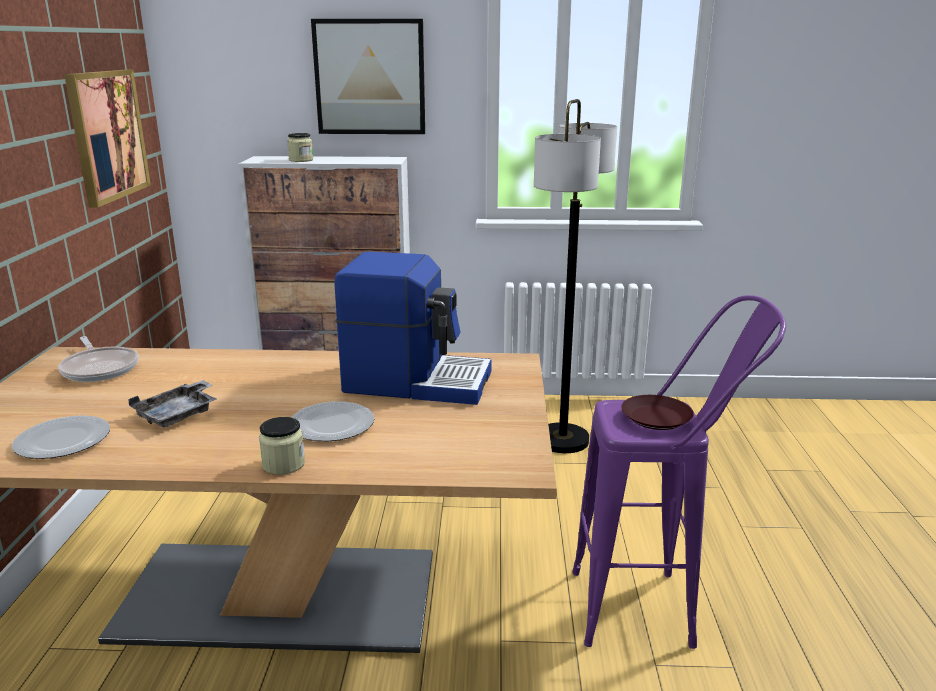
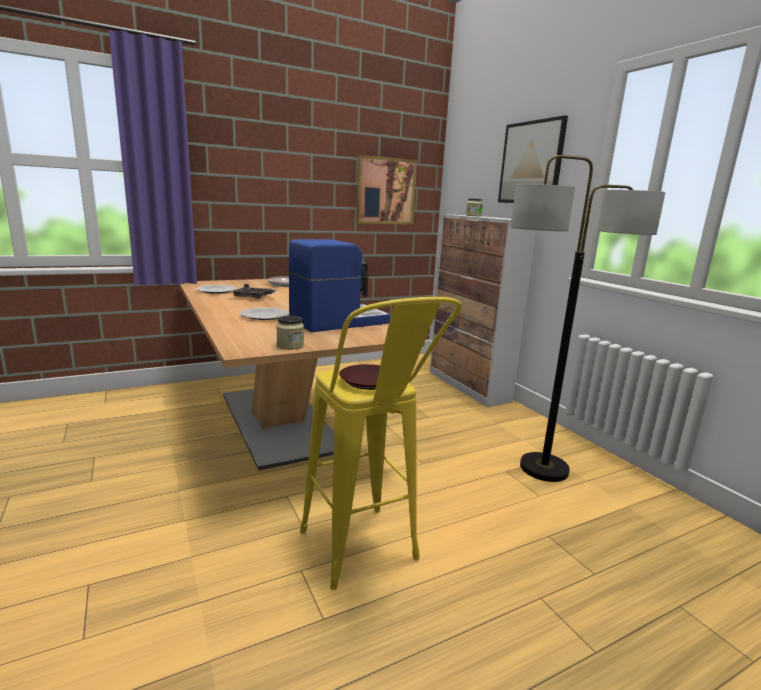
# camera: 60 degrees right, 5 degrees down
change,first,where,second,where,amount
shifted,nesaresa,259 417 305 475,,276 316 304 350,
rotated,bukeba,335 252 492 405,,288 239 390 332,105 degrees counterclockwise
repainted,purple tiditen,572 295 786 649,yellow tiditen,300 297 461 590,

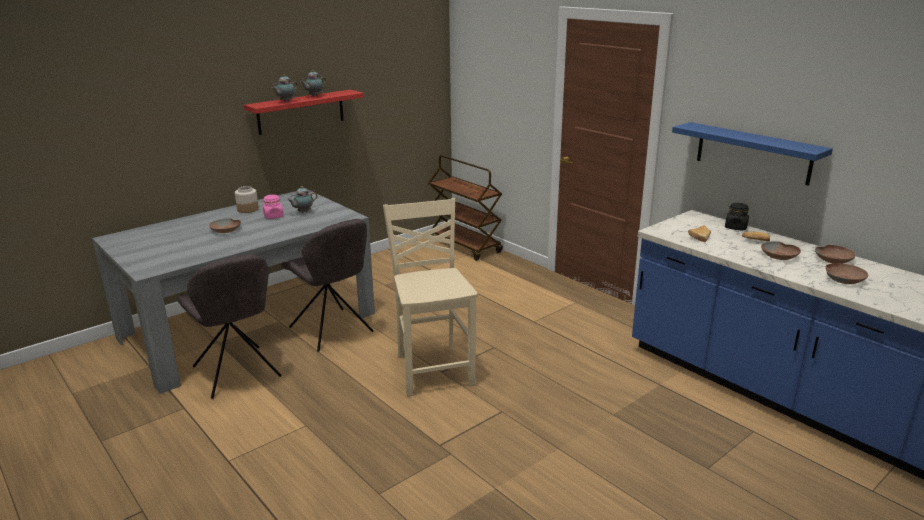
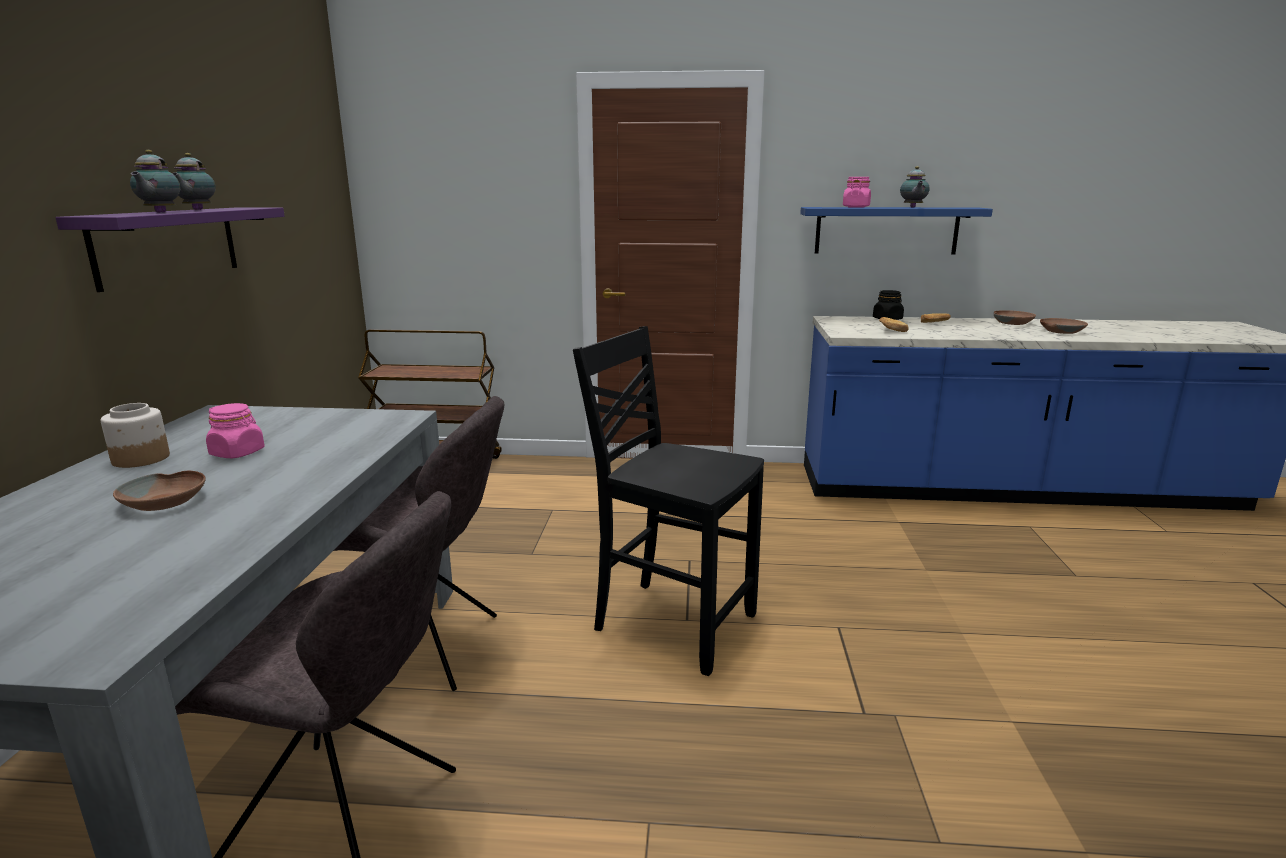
# camera: 45 degrees left, 5 degrees down
change,first,where,second,where,amount
repainted,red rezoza,244 90 364 135,purple rezoza,55 207 285 292,
repainted,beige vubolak,383 198 478 397,black vubolak,573 326 764 676,
new,,,pink nesaresa,843 177 871 208,
shifted,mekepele,287 186 317 213,,900 166 930 208,
gone,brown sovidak,761 241 801 260,,,

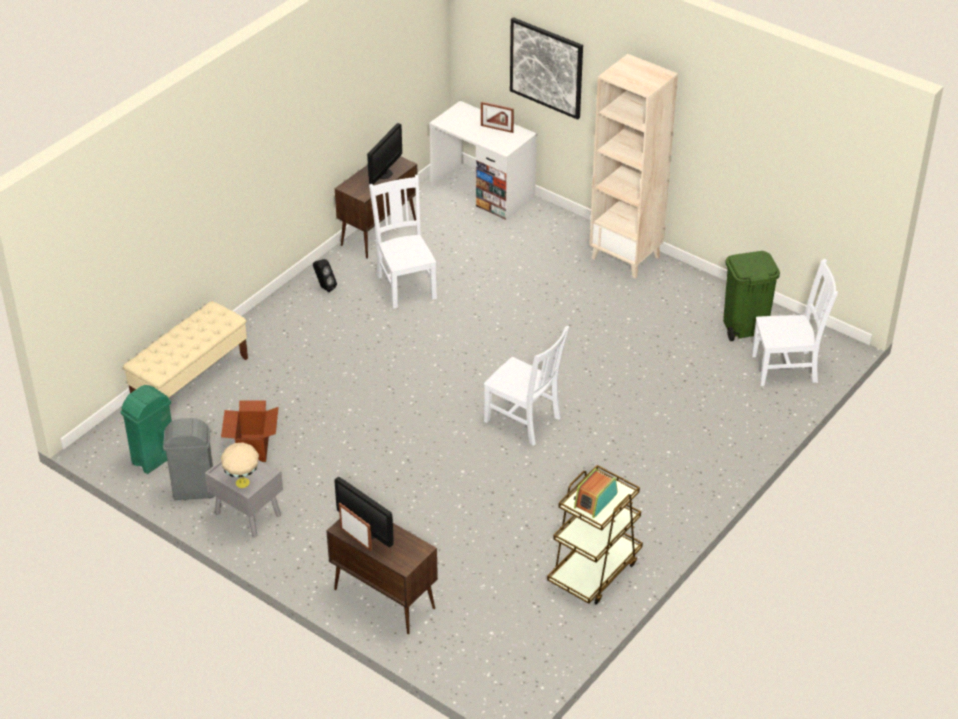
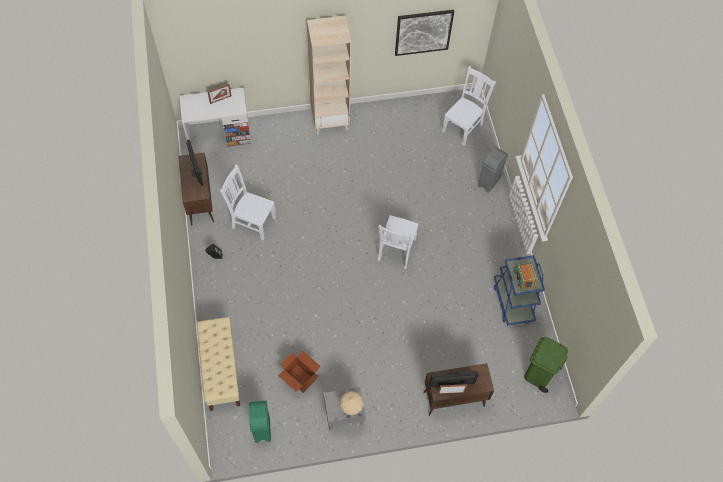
# camera: 50 degrees left, 20 degrees up
change,first,where,second,where,amount
rotated,white vubolak,484 326 570 446,,378 215 418 269,120 degrees clockwise
shifted,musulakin,510 17 583 120,,395 10 454 56,
shifted,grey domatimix,163 418 214 500,,478 147 508 193,
repainted,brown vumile,547 465 643 605,blue vumile,494 255 545 326,
shifted,green domatimix,723 251 780 341,,524 337 568 393,

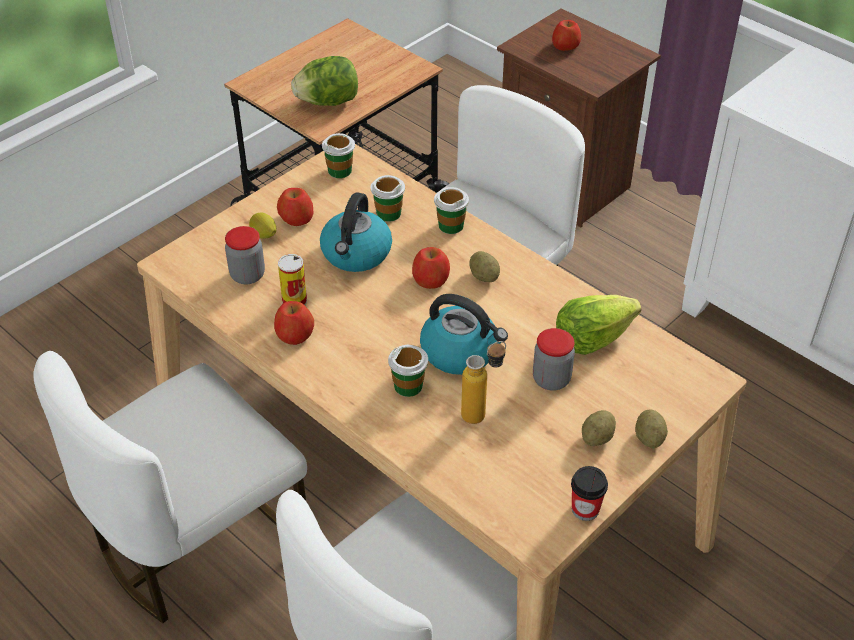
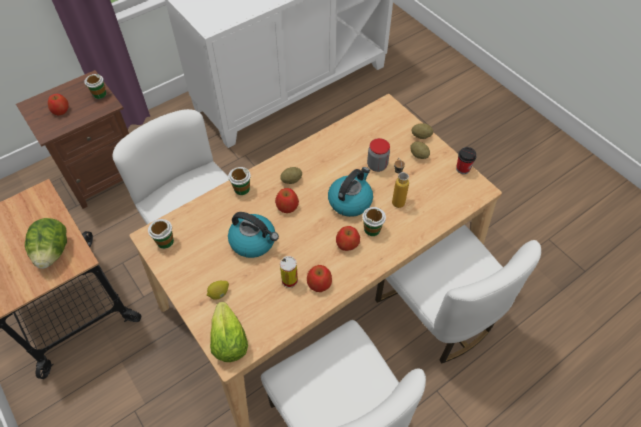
# camera: 80 degrees left, 10 degrees up
change,first,where,second,where,amount
shifted,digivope,371 175 405 222,,84 74 106 99,
shifted,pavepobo,556 295 641 355,,210 302 248 362,
shifted,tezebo,277 188 313 226,,336 226 360 251,
gone,nesaresa,225 226 265 284,,,

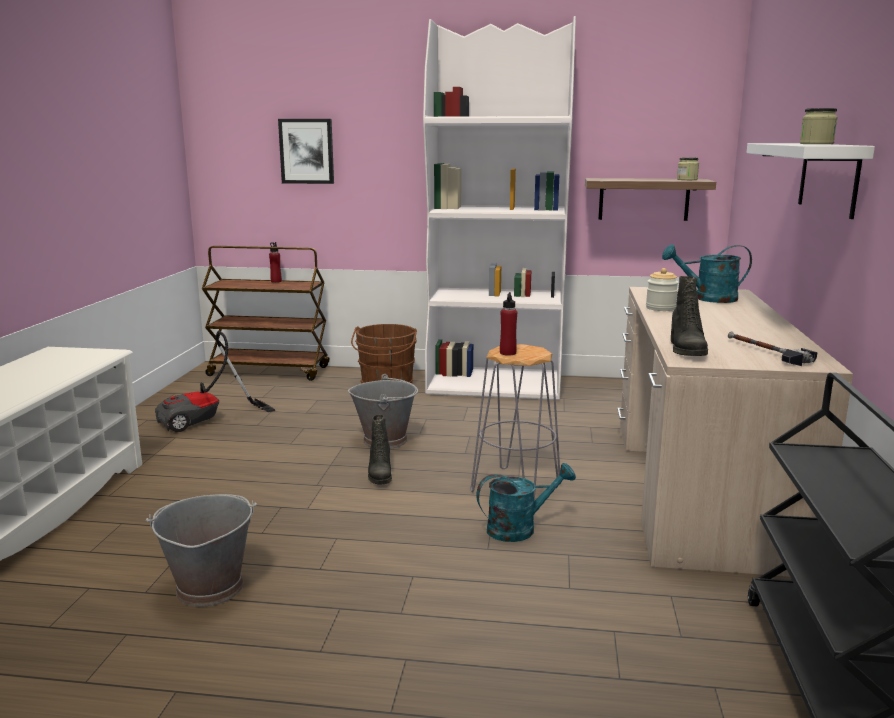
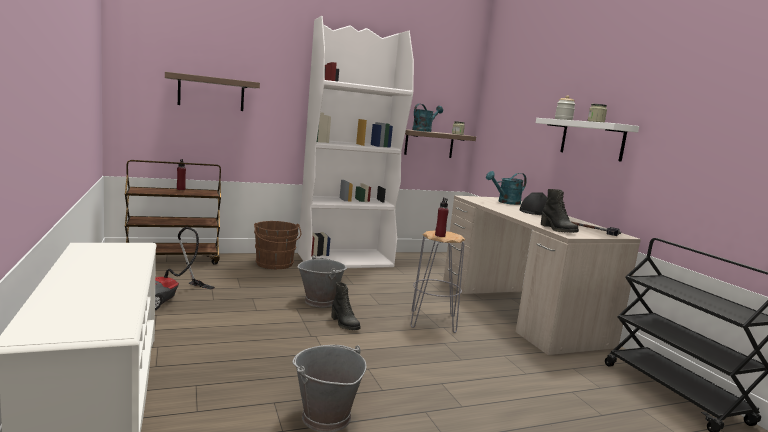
# camera: 30 degrees left, 5 degrees down
change,first,where,second,where,amount
swapped,musulakin,278 119 334 184,rezoza,165 72 260 111,
shifted,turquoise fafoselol,476 463 576 542,,412 104 443 132,
new,,,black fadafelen,519 192 547 215,
shifted,nesaresa,646 268 679 311,,555 95 576 120,

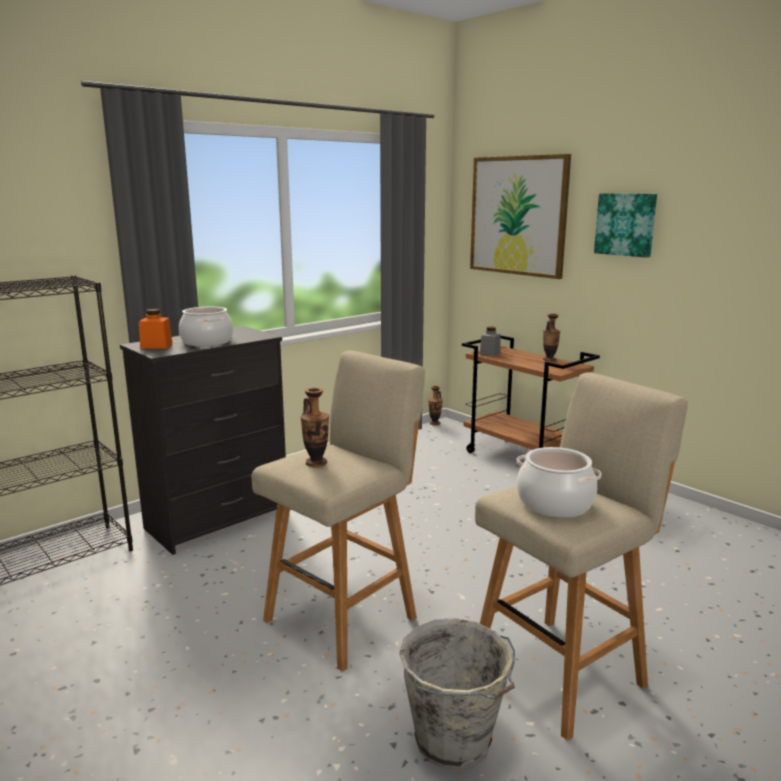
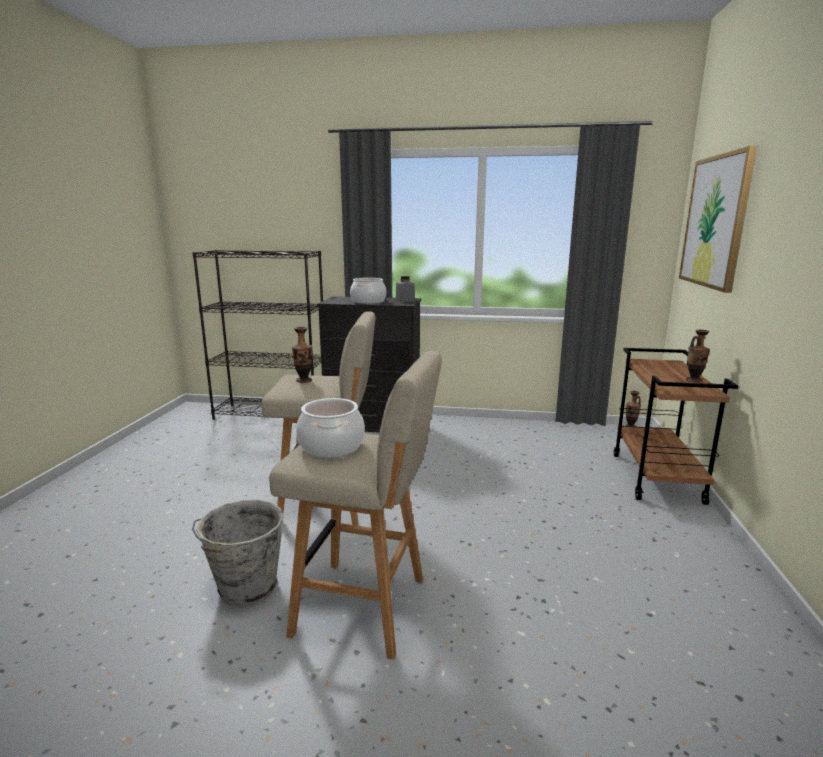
# camera: 50 degrees right, 0 degrees up
change,first,where,second,where,amount
shifted,grey nesaresa,480 327 500 356,,396 276 415 302,
gone,orange nesaresa,139 309 173 349,,,
gone,musulakin,594 193 657 258,,,

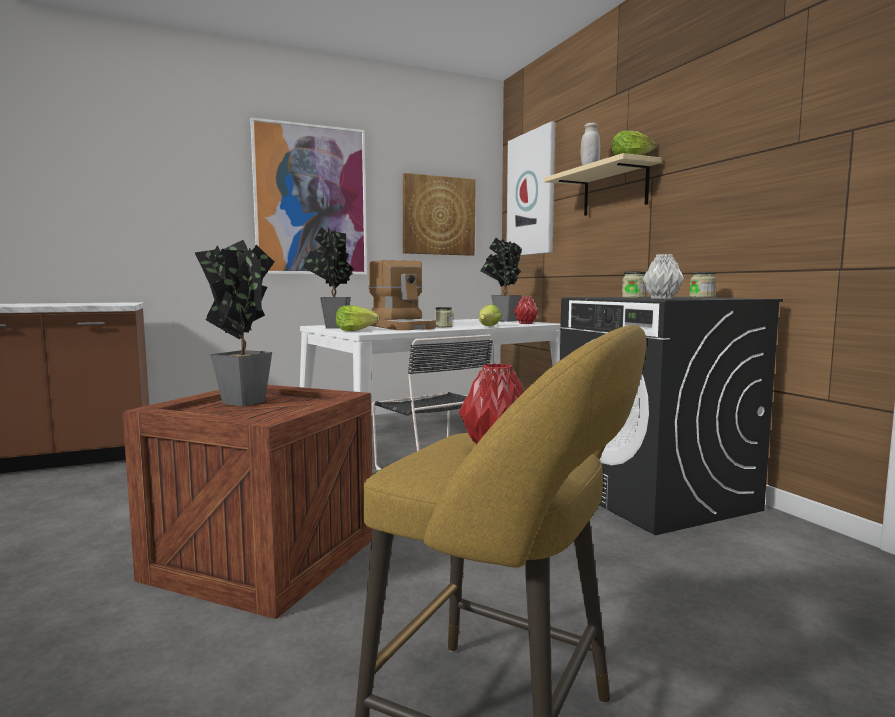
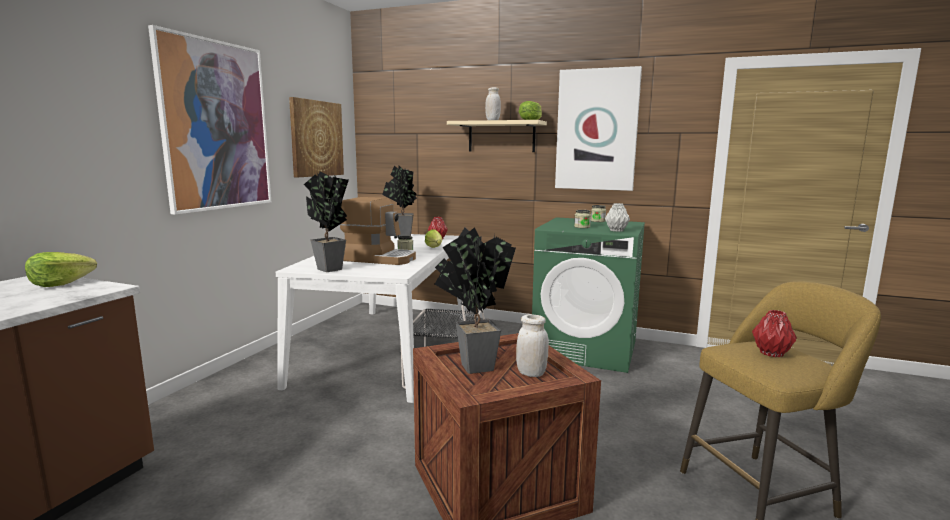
# camera: 45 degrees left, 5 degrees up
change,first,where,second,where,amount
shifted,pavepobo,336 305 379 331,,25 252 97 287,
new,,,white nesaresa,516 314 549 377,
repainted,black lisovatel,560 297 783 535,green lisovatel,532 217 645 373,
shifted,musulakin,507 122 555 256,,555 66 642 191,

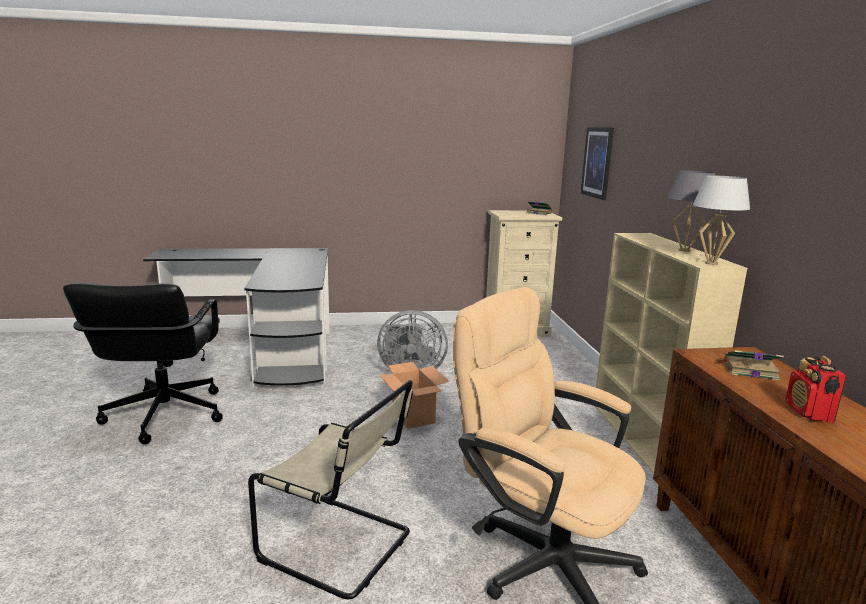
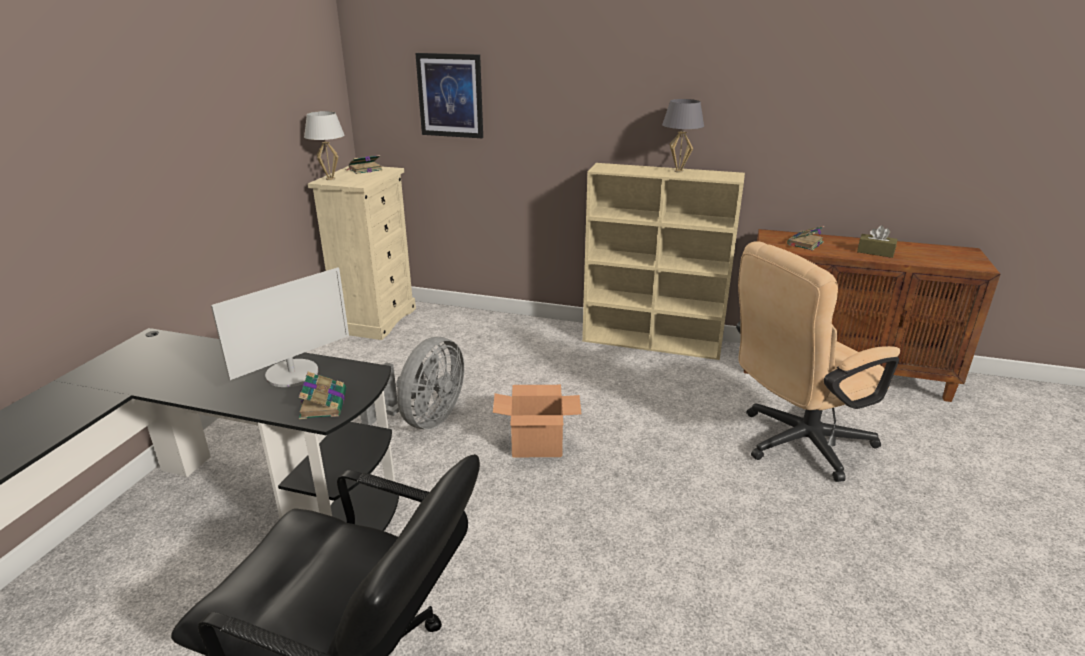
# camera: 65 degrees left, 10 degrees up
change,first,where,second,where,amount
new,,,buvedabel,211 268 349 387,
new,,,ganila,298 372 346 419,
shifted,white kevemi,693 175 750 265,,304 111 345 180,
swapped,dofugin,786 356 846 423,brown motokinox,857 226 897 258,
gone,beige vubolak,248 380 413 599,,,

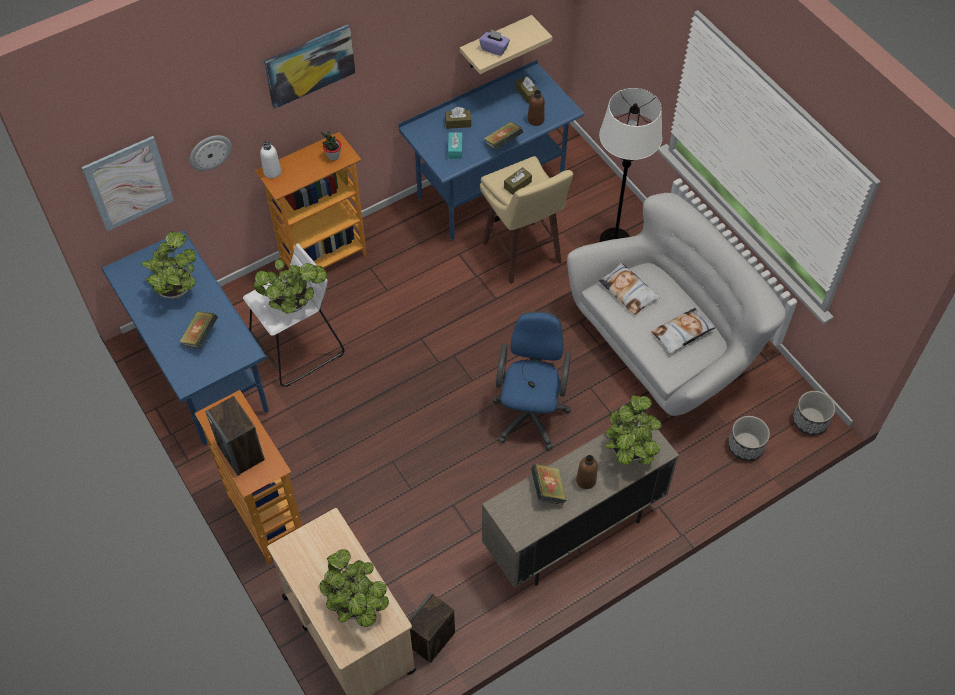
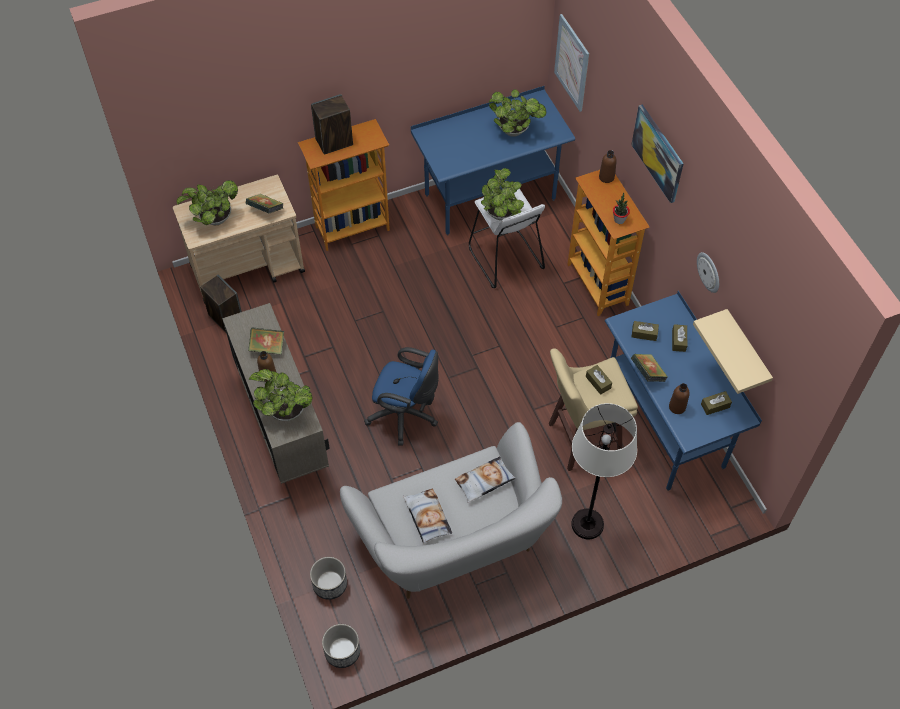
# camera: 100 degrees right, 0 degrees up
change,first,where,second,where,amount
shifted,ganila,179 311 218 349,,246 194 284 214,
repainted,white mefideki,260 141 281 178,brown mefideki,599 150 617 183,
repainted,turquoise motokinox,448 132 462 159,brown motokinox,632 321 659 341,
shifted,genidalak,190 135 232 171,,697 252 719 293,
gone,purple motokinox,479 29 510 56,,,

